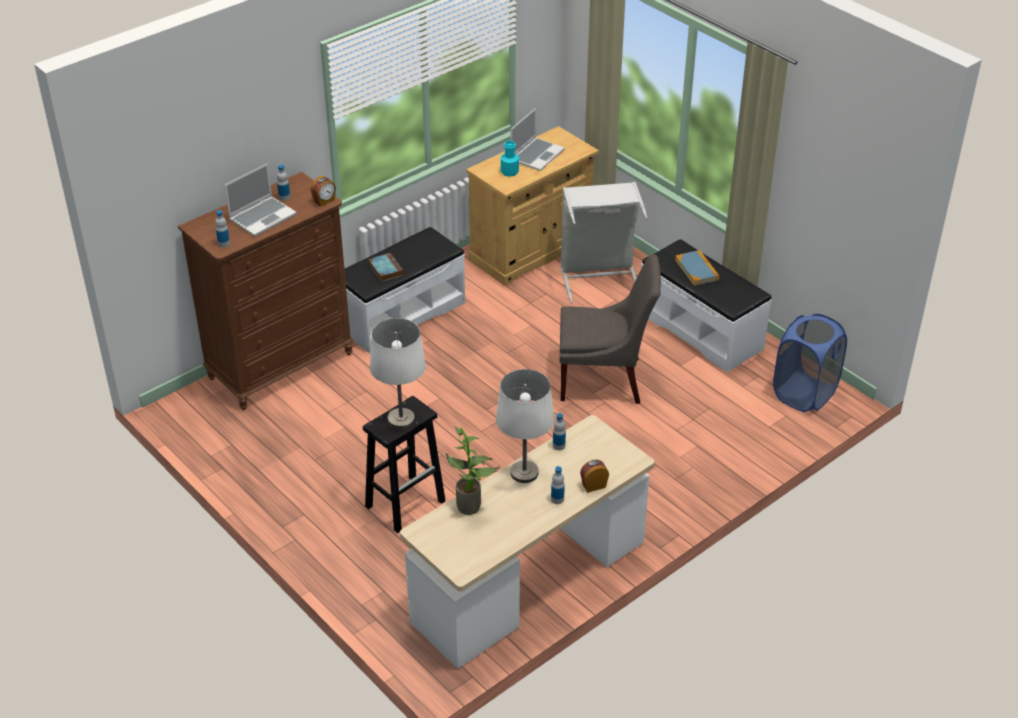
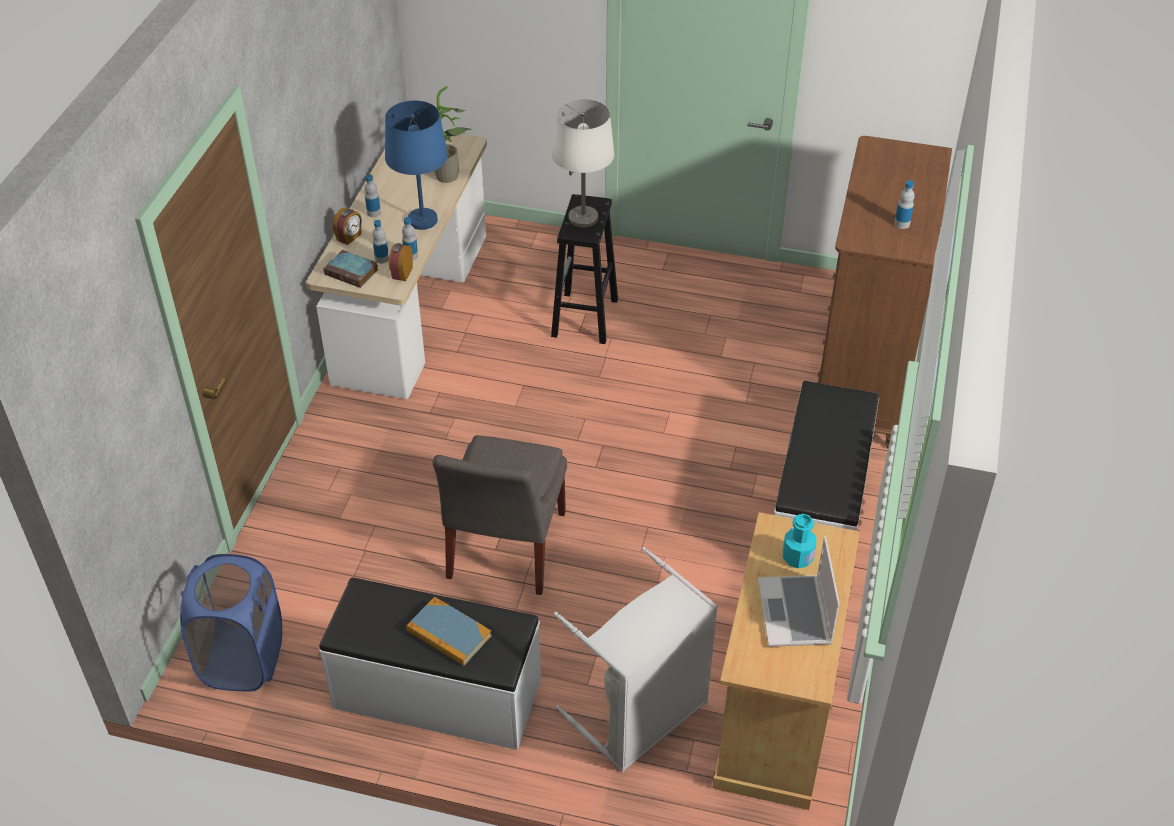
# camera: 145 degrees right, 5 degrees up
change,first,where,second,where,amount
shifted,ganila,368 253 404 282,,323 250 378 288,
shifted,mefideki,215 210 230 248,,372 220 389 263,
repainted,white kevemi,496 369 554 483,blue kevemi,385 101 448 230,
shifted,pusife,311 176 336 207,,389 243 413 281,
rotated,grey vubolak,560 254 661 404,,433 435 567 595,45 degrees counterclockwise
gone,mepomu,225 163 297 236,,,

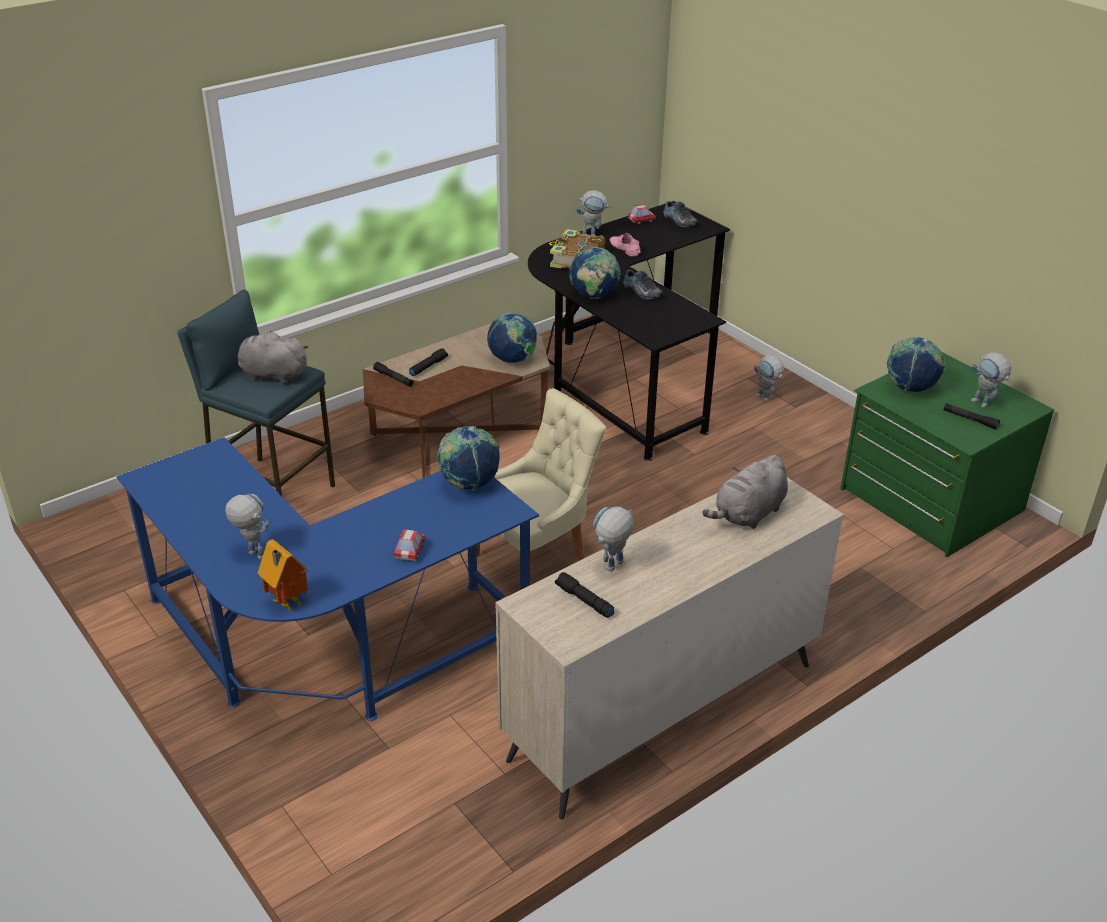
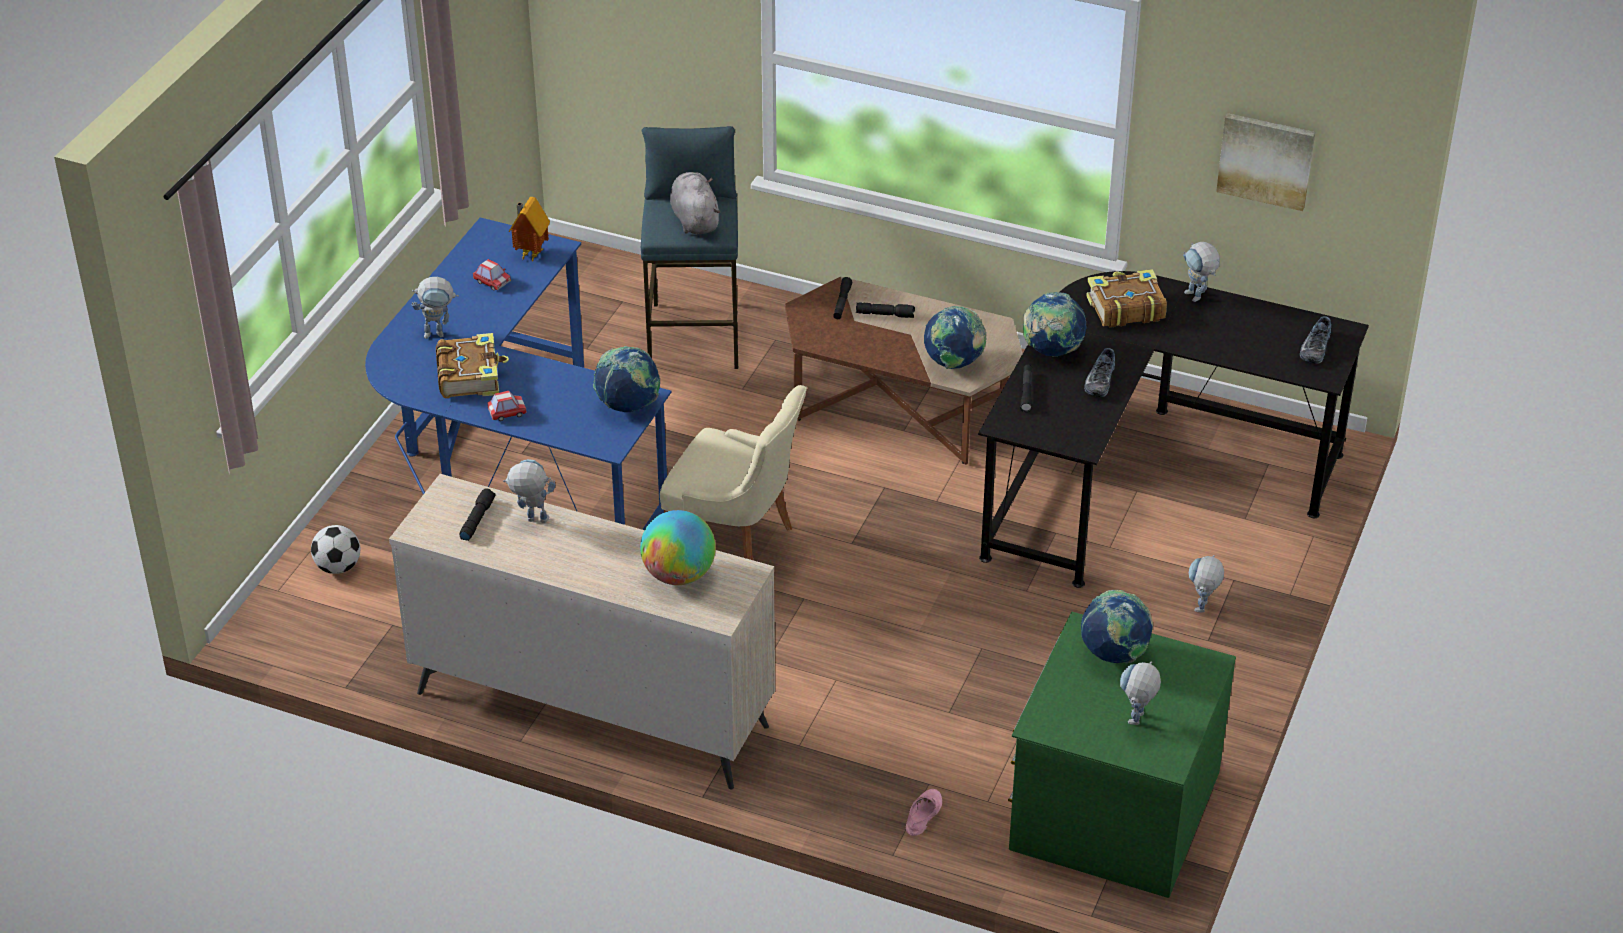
# camera: 60 degrees right, 5 degrees up
change,first,where,second,where,amount
new,,,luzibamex,311 525 360 574,
rotated,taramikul,225 494 269 560,,411 277 459 339,75 degrees clockwise
new,,,ganila,436 333 509 398,
shifted,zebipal,628 204 656 225,,473 259 511 291,
shifted,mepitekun,258 539 309 611,,509 197 550 261,
swapped,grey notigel,702 455 788 529,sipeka,640 510 716 585,
shifted,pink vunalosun,610 233 640 256,,906 789 942 836,
shifted,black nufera,944 403 1000 430,,1020 365 1032 412,
new,,,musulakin,1216 113 1315 211,

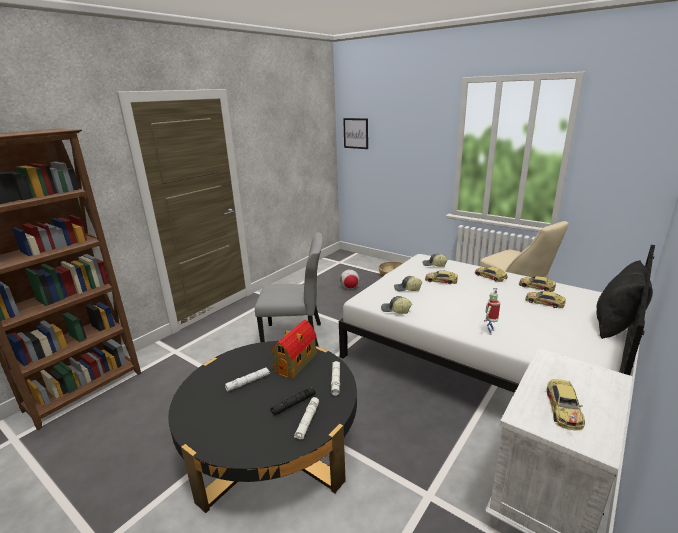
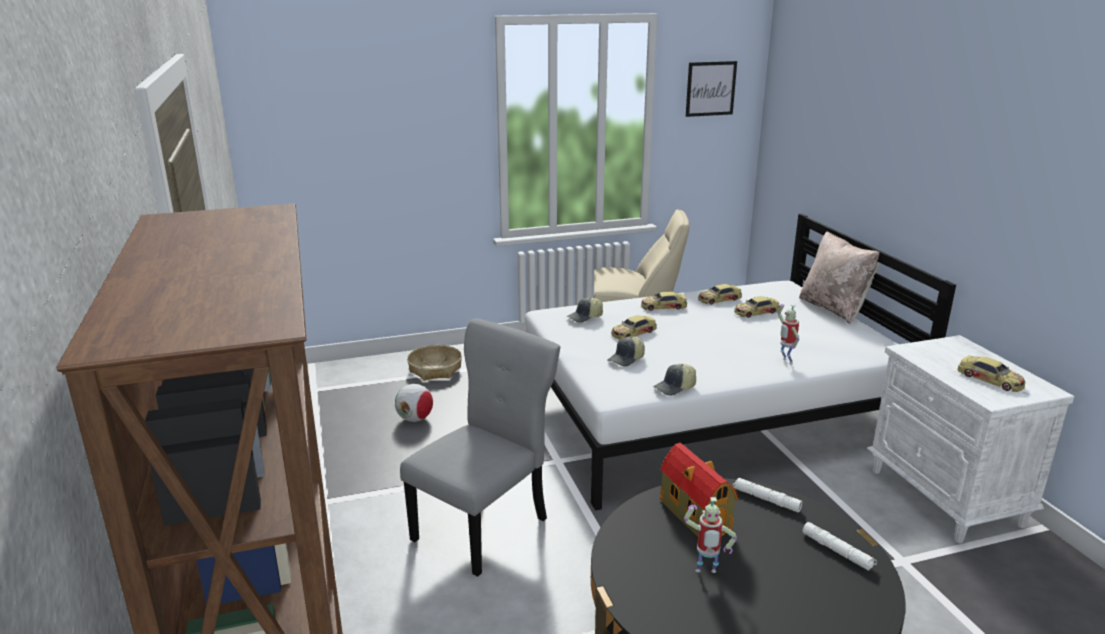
# camera: 55 degrees left, 0 degrees up
change,first,where,second,where,amount
swapped,white nufera,225 367 270 392,taramikul,684 497 737 573,
shifted,musulakin,343 118 368 149,,686 61 737 117,
repainted,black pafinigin,596 260 653 339,beige pafinigin,799 231 880 324,
gone,black nufera,270 387 316 416,,,

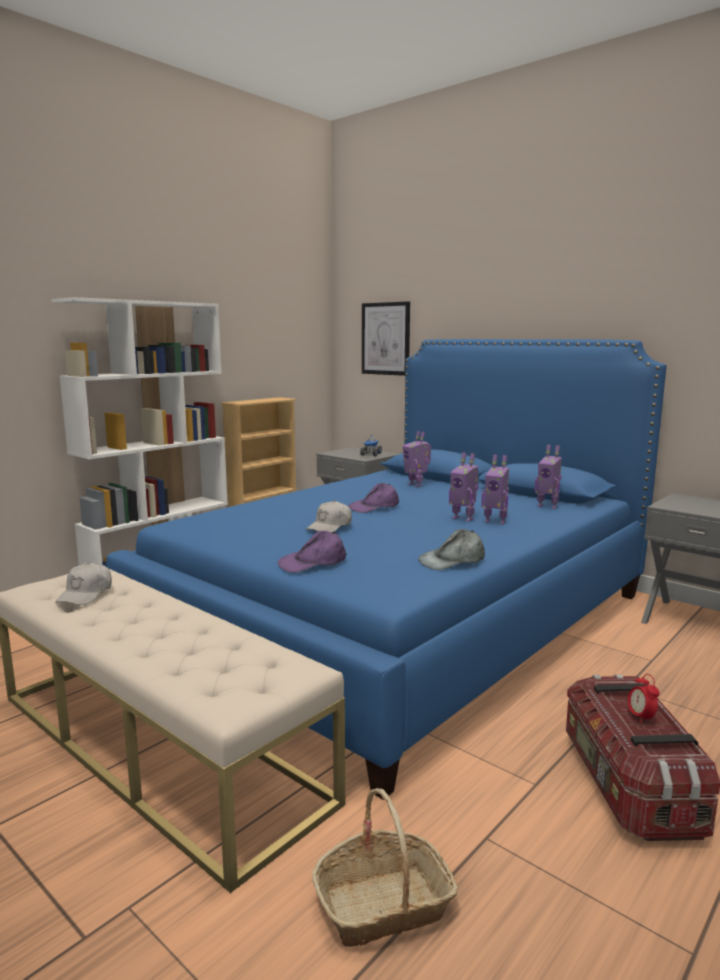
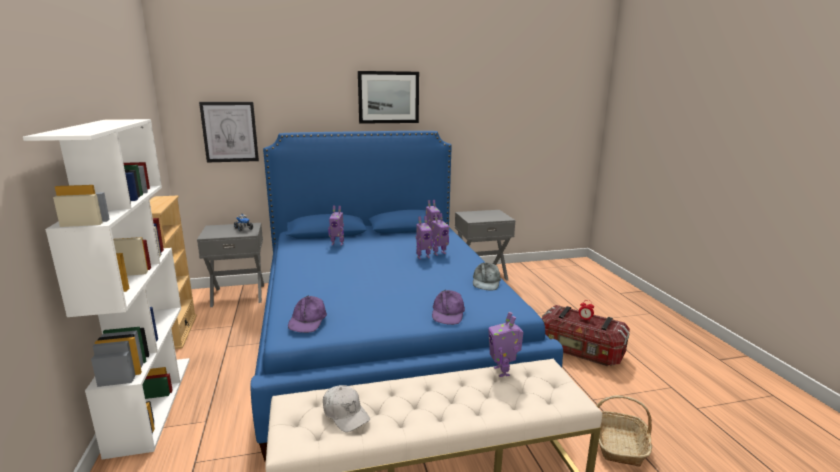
# camera: 55 degrees left, 5 degrees up
change,first,where,second,where,amount
shifted,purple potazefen,348 483 399 513,,288 296 327 333,
new,,,musulakin,358 71 419 124,
new,,,taramikul,488 312 523 377,
gone,white potazefen,306 501 352 533,,,

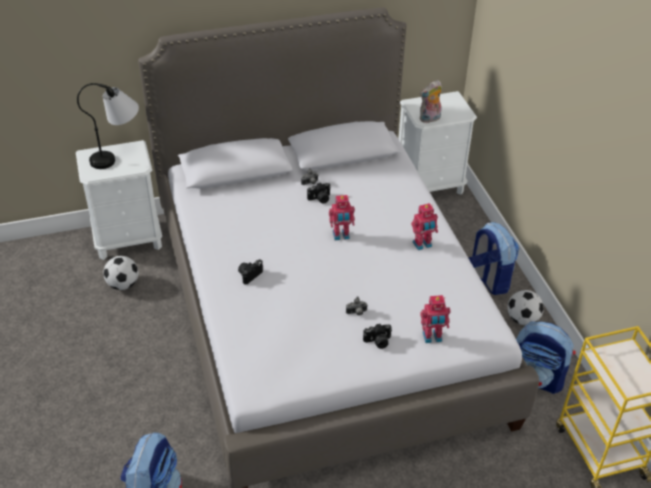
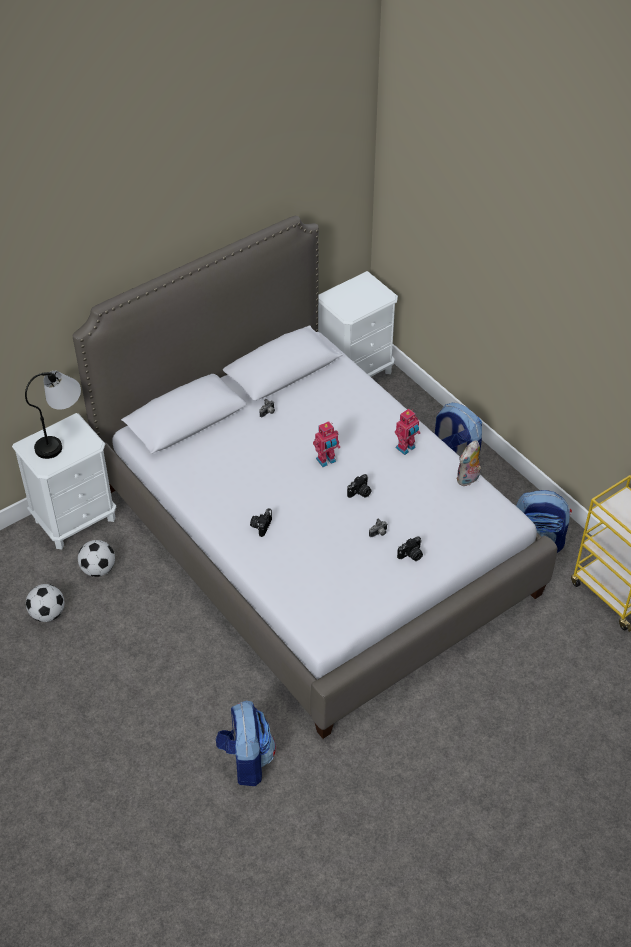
# camera: 20 degrees left, 5 degrees up
change,first,where,second,where,amount
shifted,luzibamex,507 290 544 325,,26 584 64 622,
shifted,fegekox,307 182 331 204,,347 474 372 498,
shifted,notigel,420 80 442 123,,456 440 484 486,
gone,taramikul,420 295 450 343,,,

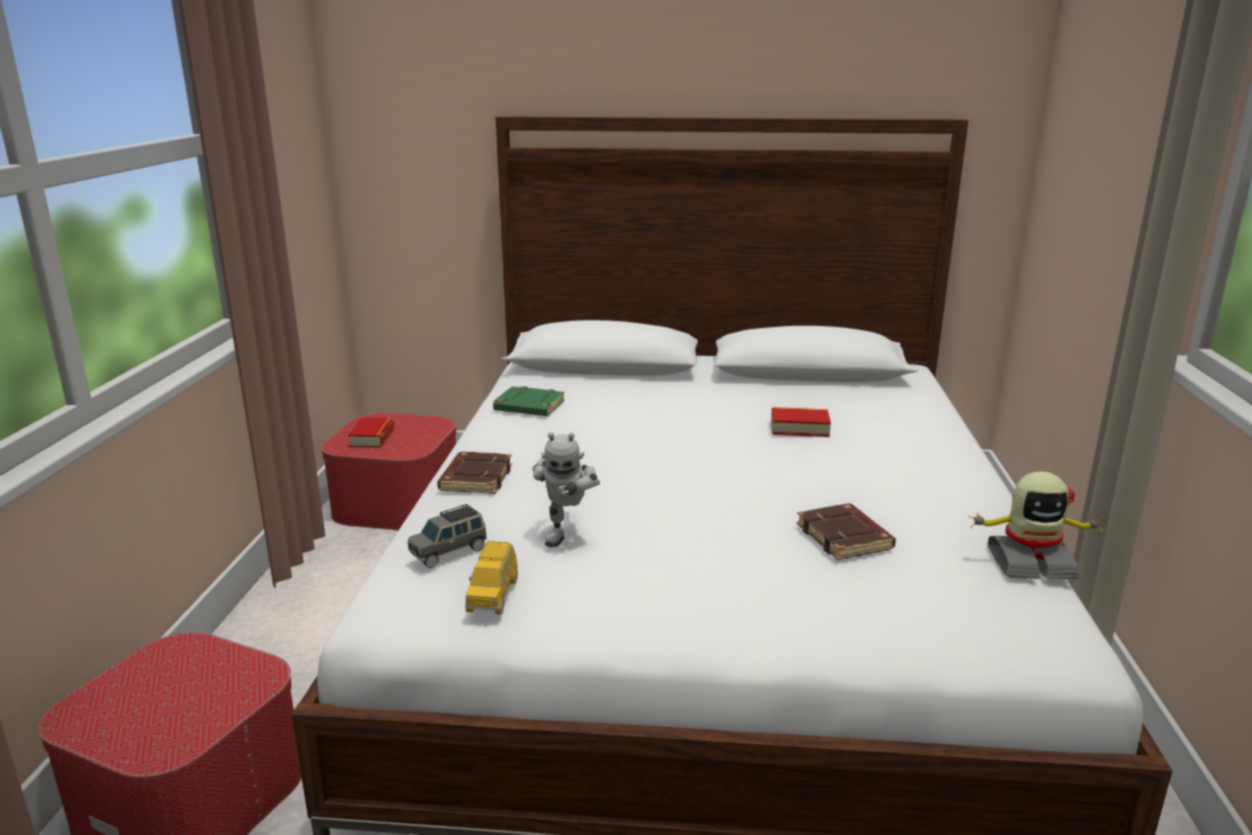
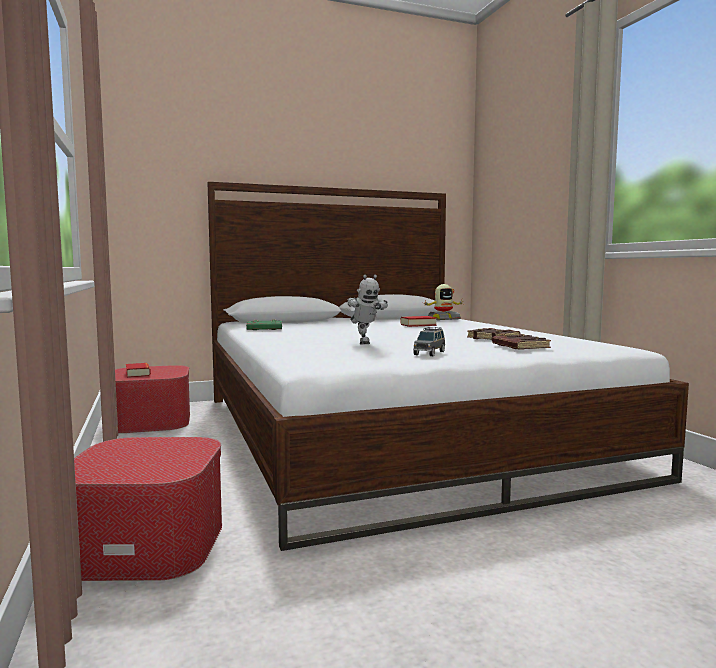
# camera: 25 degrees left, 15 degrees down
change,first,where,second,where,amount
shifted,grey zebipal,408 504 487 568,,413 327 445 356,
shifted,taramikul,968 471 1104 580,,424 284 464 320,
shifted,brown ganila,437 452 512 494,,492 334 551 350,
gone,yellow zebipal,465 541 518 615,,,

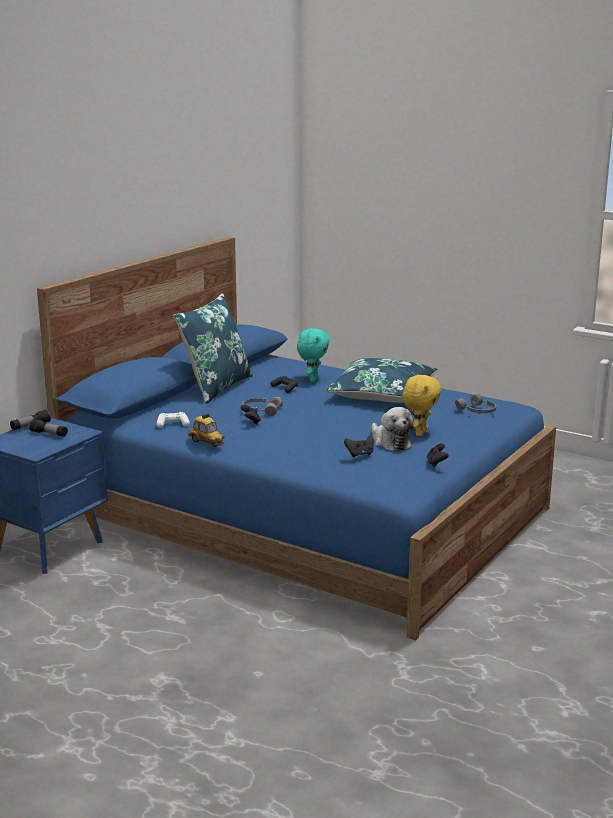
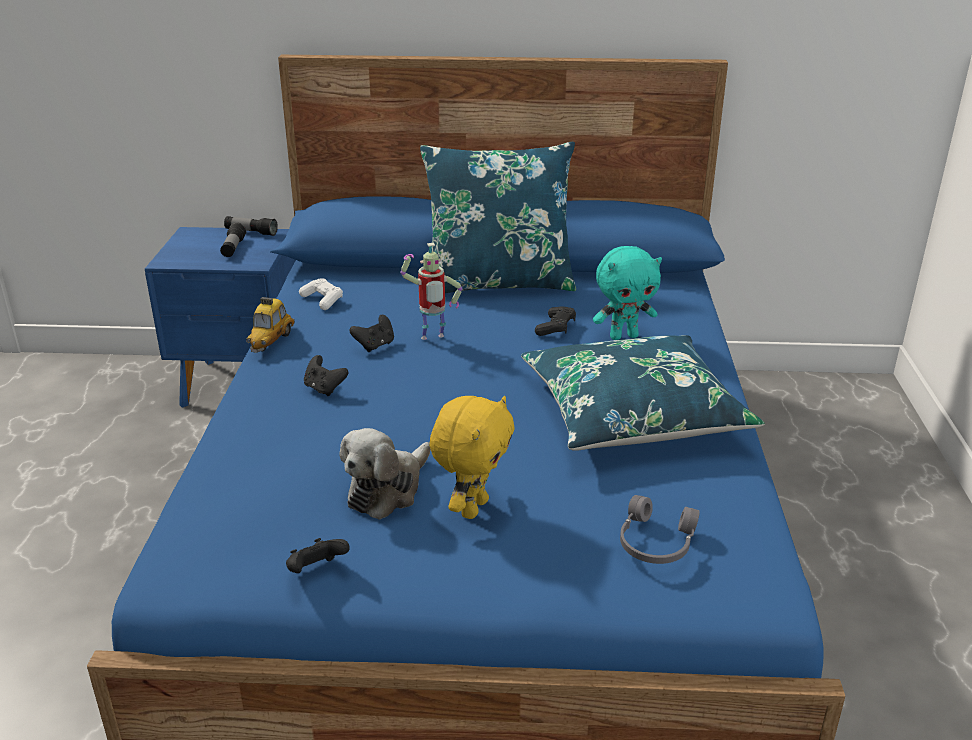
# camera: 60 degrees right, 10 degrees up
change,first,where,second,where,amount
shifted,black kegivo,344 436 374 457,,304 355 349 396,
swapped,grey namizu,242 397 283 416,taramikul,400 243 463 340,
rotated,yellow notigel,403 375 441 436,,429 396 515 519,60 degrees counterclockwise

